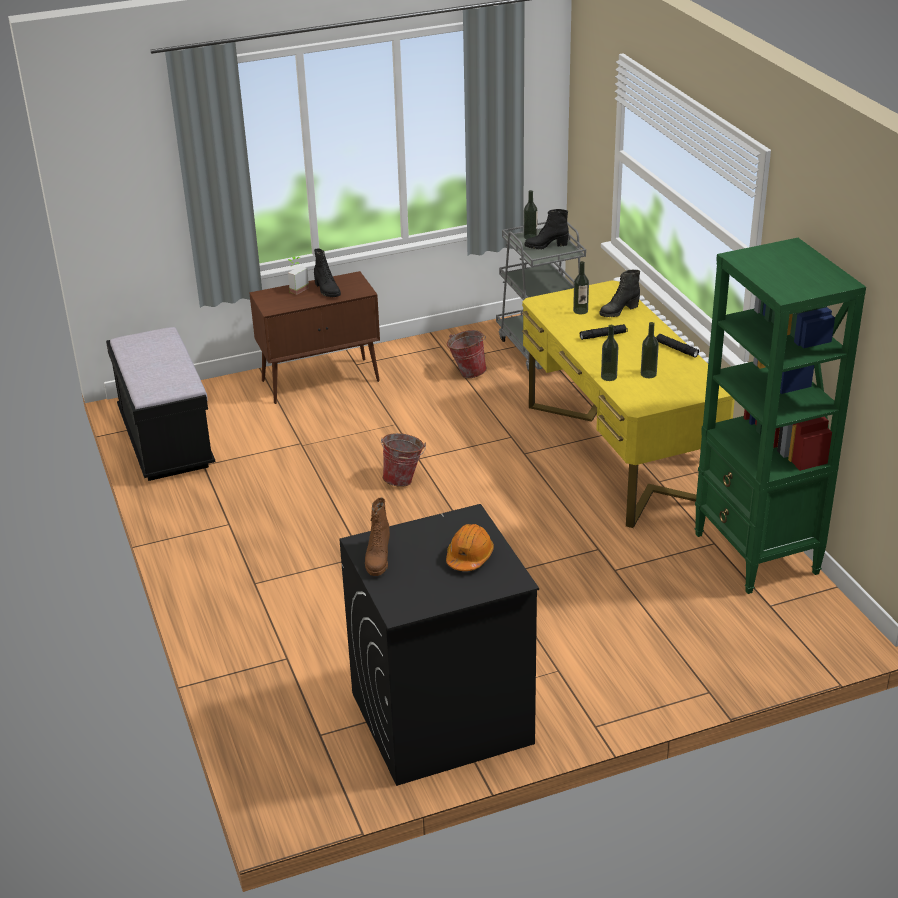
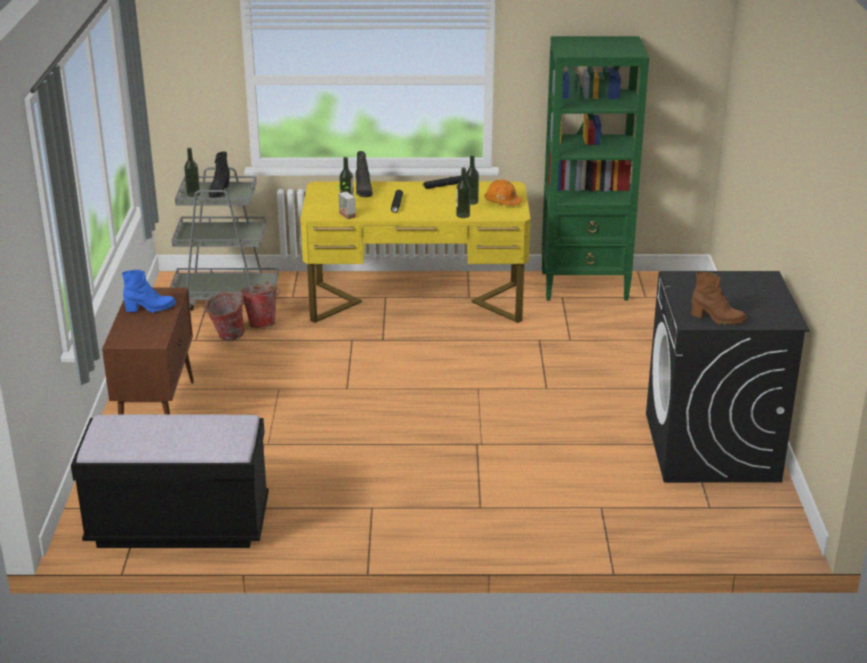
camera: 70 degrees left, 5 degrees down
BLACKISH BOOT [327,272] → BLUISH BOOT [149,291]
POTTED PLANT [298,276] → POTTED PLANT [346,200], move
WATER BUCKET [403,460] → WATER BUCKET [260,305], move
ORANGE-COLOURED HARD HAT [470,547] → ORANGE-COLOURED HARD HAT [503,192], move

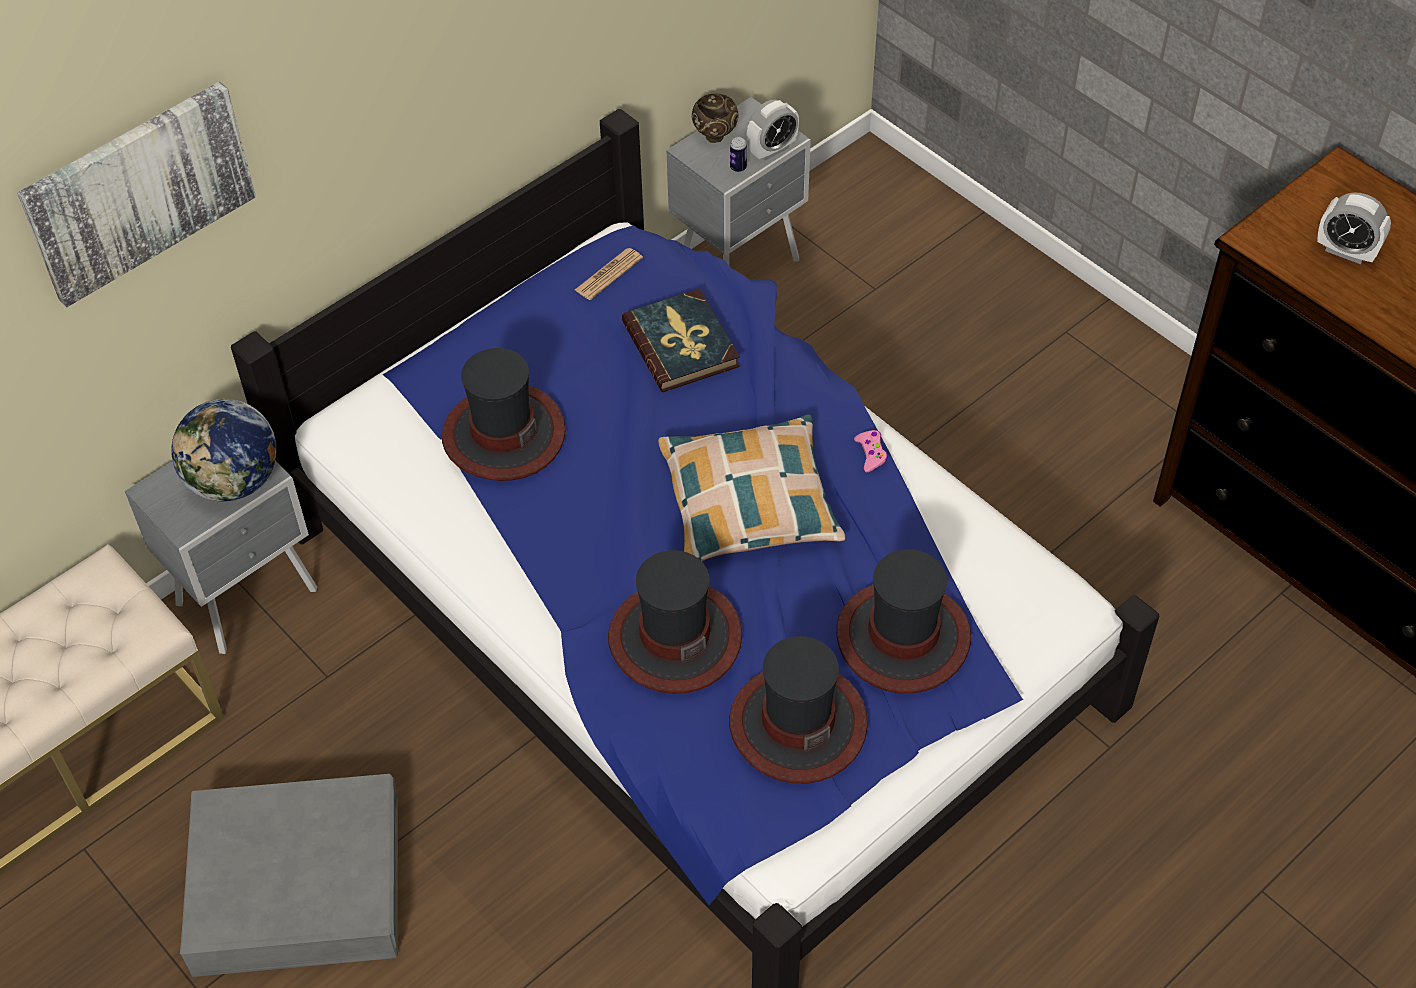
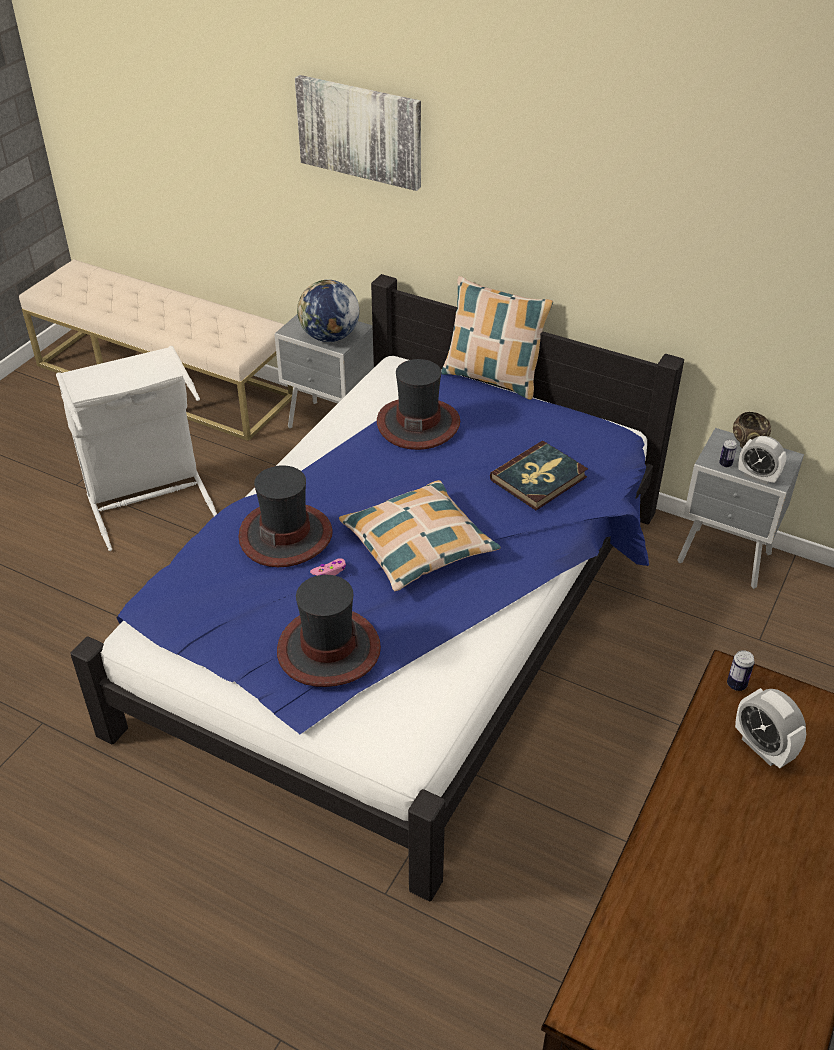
camera: 70 degrees right, 10 degrees down
BEDSIDE CLOCK [1354,228] → BEDSIDE CLOCK [770,728], 45 degrees counterclockwise
NEWSPAPER [609,274] → -
PINKISH GAME CONTROLLER [871,451] → PINKISH GAME CONTROLLER [328,567], move
HAT [798,710] → -
GREY STORAGE BIN [289,875] → WHITE-COLOURED LAUNDRY BASKET [136,448]
- → CUSHION [497,338]
- → SEALED CAN [741,670]

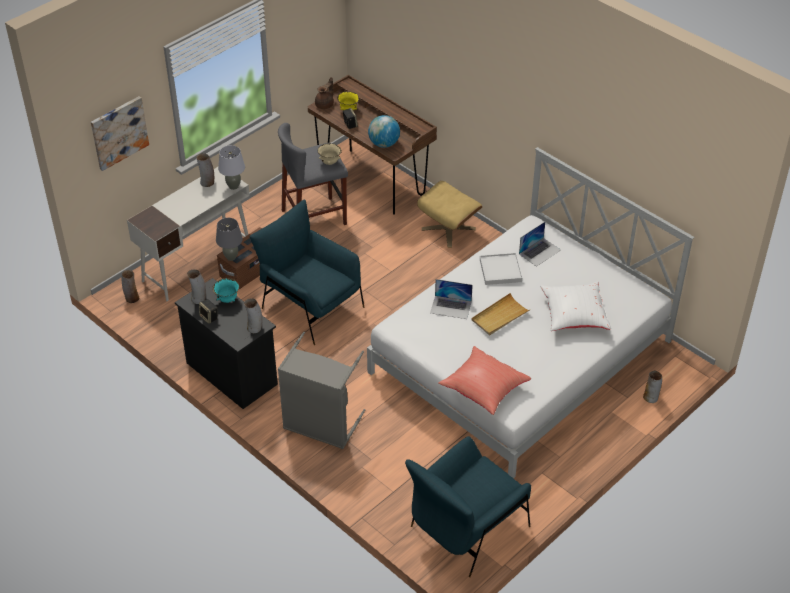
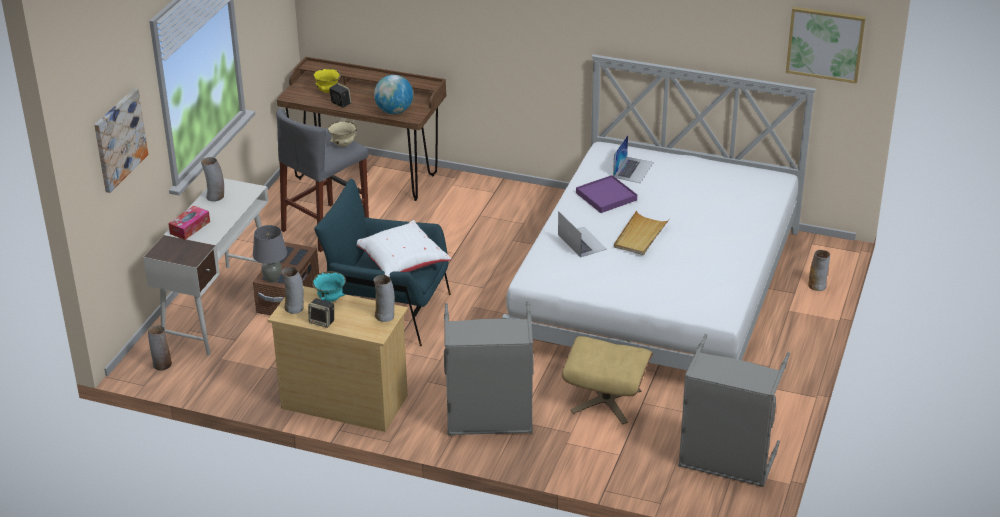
camera: 25 degrees left, 10 degrees down
BROWN-COLOURED POT FOR TEA [324,93] → -
GREY LAMP FOR A TABLE [231,167] → -
BEIGE POUFFE [449,214] → BEIGE POUFFE [607,380], move
WHITE-COLOURED SERVING TRAY [501,269] → PURPLE-COLOURED SERVING TRAY [606,194]
BLACKISH DRAWER CHEST [226,343] → BEIGE DRAWER CHEST [338,359]
LAPTOP [451,299] → LAPTOP [582,234], 105 degrees counterclockwise
WHITE-COLOURED CUSHION [575,306] → WHITE-COLOURED CUSHION [404,249], move
REDDISH CUSHION [484,380] → -
BLUISH ARMCHAIR [468,506] → GREY LAUNDRY BASKET [734,410]
- → WALL ART [826,45]
- → BOX OF TISSUES [189,223]

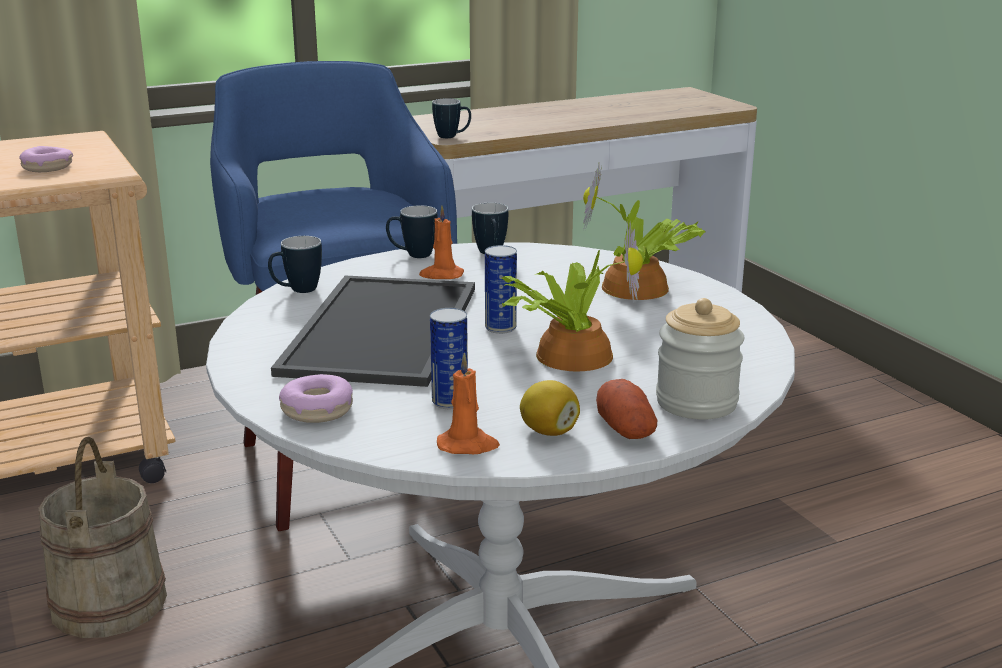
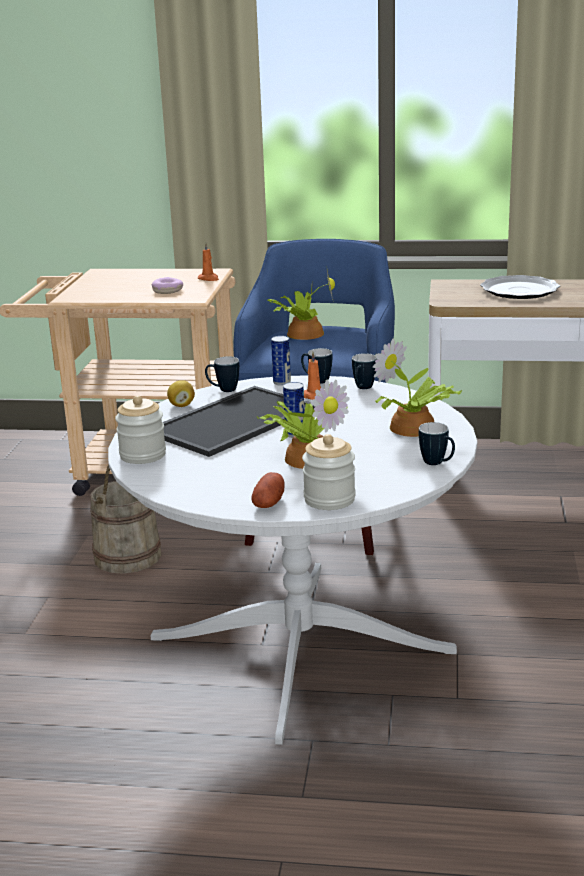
camera: 35 degrees right, 0 degrees up
COFFEE MUG [451,118] → COFFEE MUG [437,443], move
SEALED CAN [449,358] → SEALED CAN [281,361], move
ORANGE-COLOURED WAX CANDLE [468,403] → ORANGE-COLOURED WAX CANDLE [208,261], move
RING DOUGHNUT [316,398] → PRESERVE JAR [140,429]
WHOLE LEMON [550,408] → WHOLE LEMON [181,393], move
- → POTTED PLANT [301,303]
- → FLAT DISH [520,287]

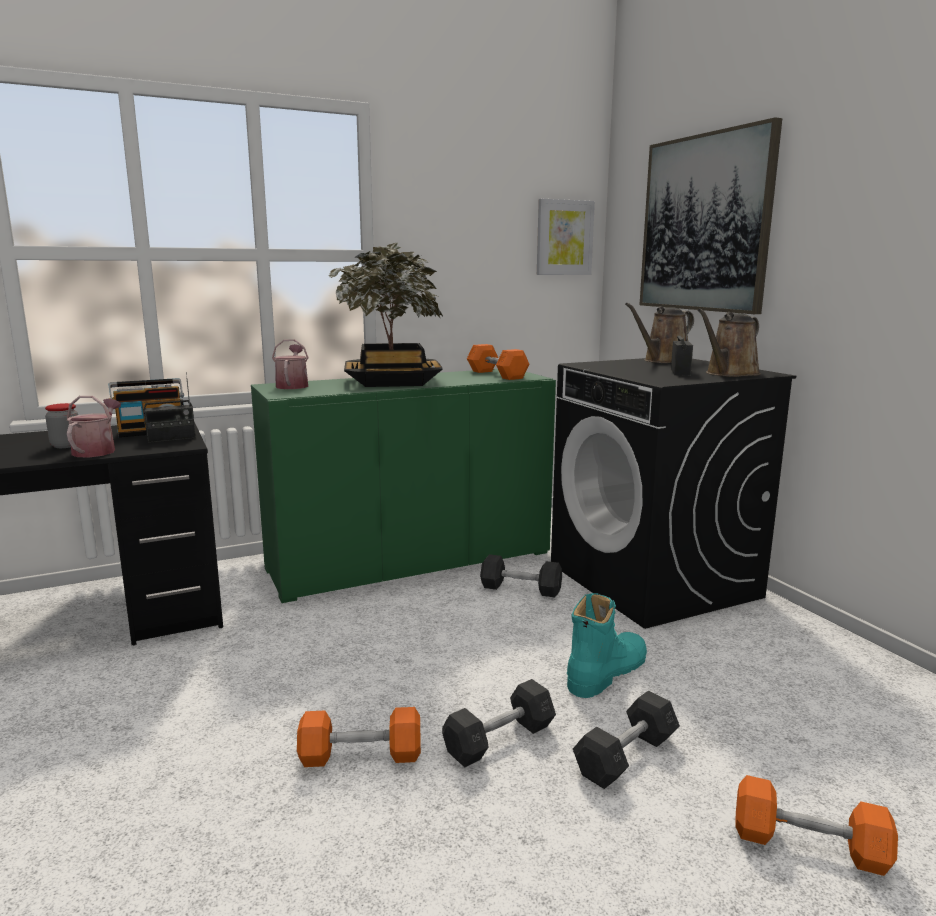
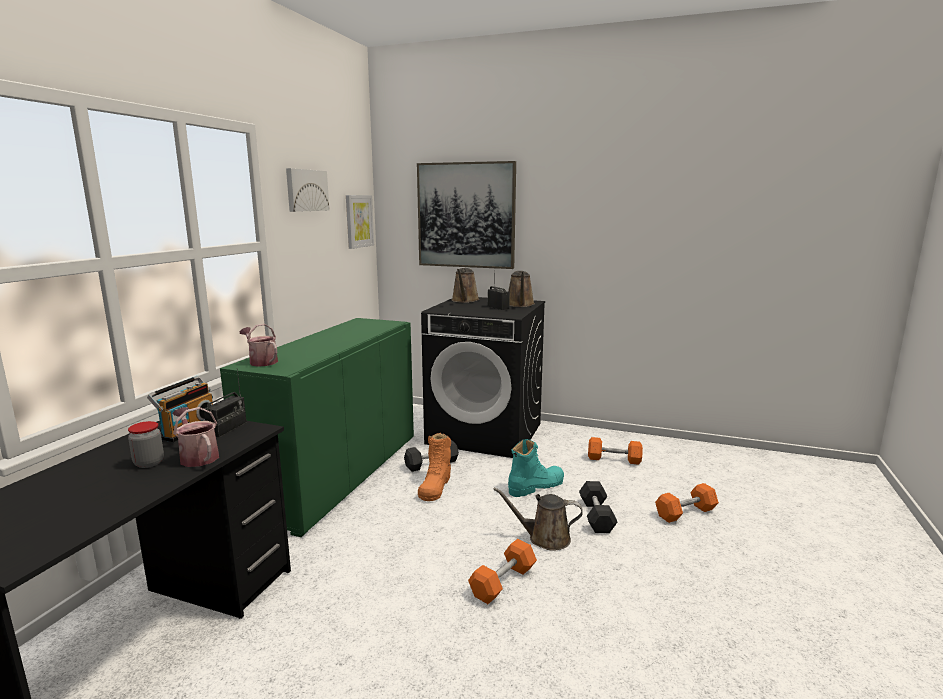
camera: 45 degrees left, 0 degrees up
POTTED PLANT [386,315] → -
ORANGE-COLOURED FREE WEIGHT [498,362] → ORANGE-COLOURED FREE WEIGHT [615,451], move
BLUE-GREEN BOOT [607,645] → BLUE-GREEN BOOT [536,468], 60 degrees clockwise
GREY FREE WEIGHT [499,723] → BROWN-COLOURED SPRINKLING CAN [538,519]
- → WALL ART [307,190]
- → ORANGE-COLOURED BOOT [434,467]

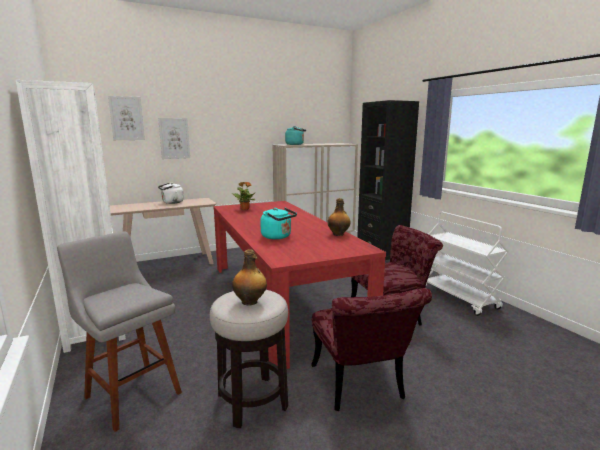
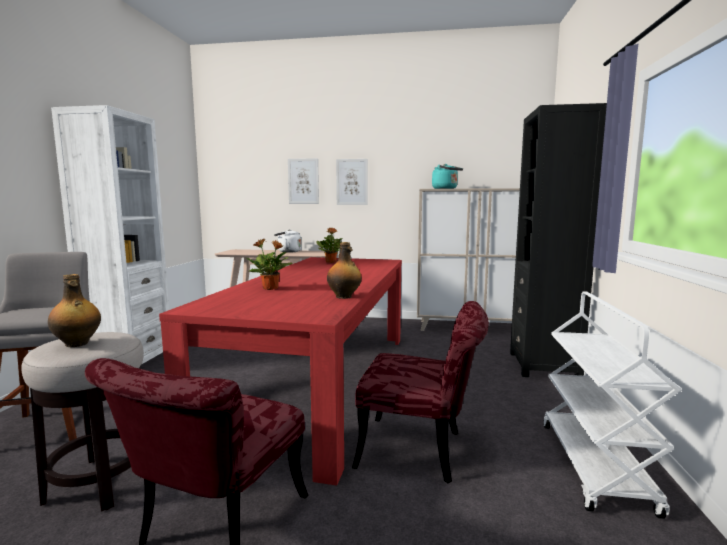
camera: 35 degrees right, 5 degrees down
WALL ART [126,118] → WALL ART [352,182], move
BLUE-GREEN KETTLE [278,223] → POTTED PLANT [269,264]

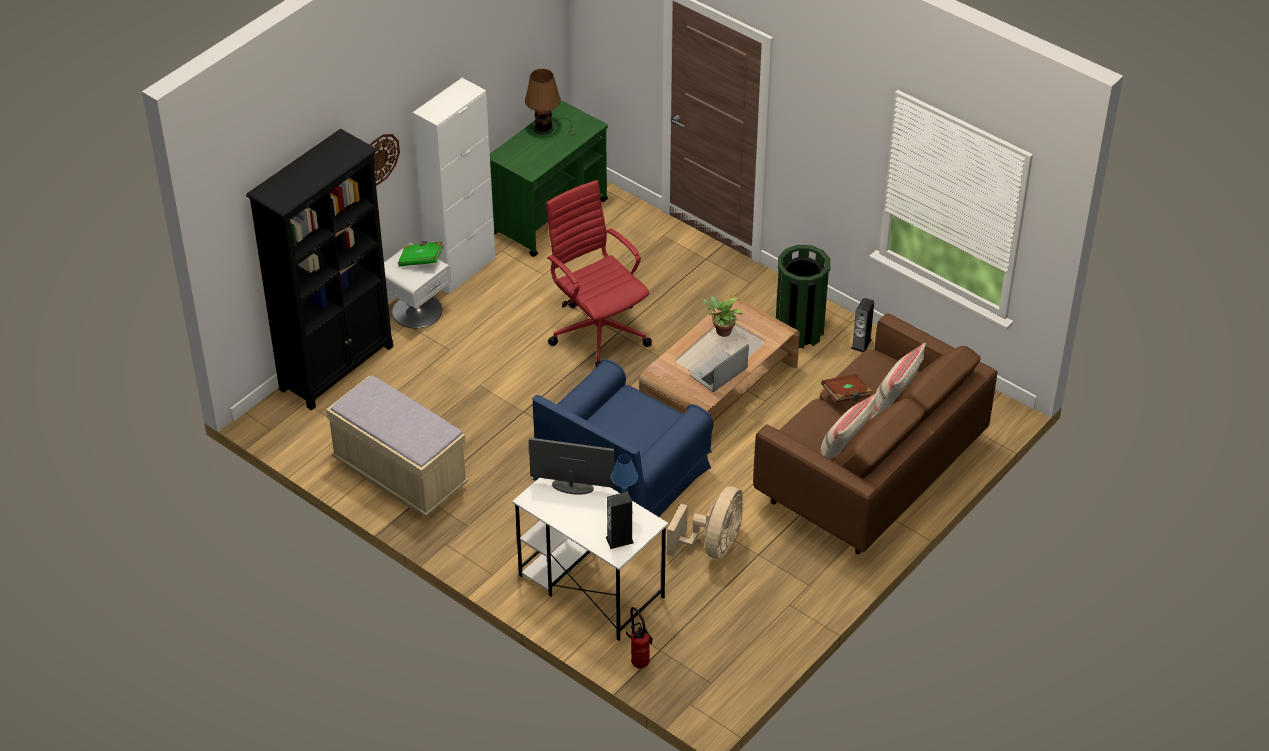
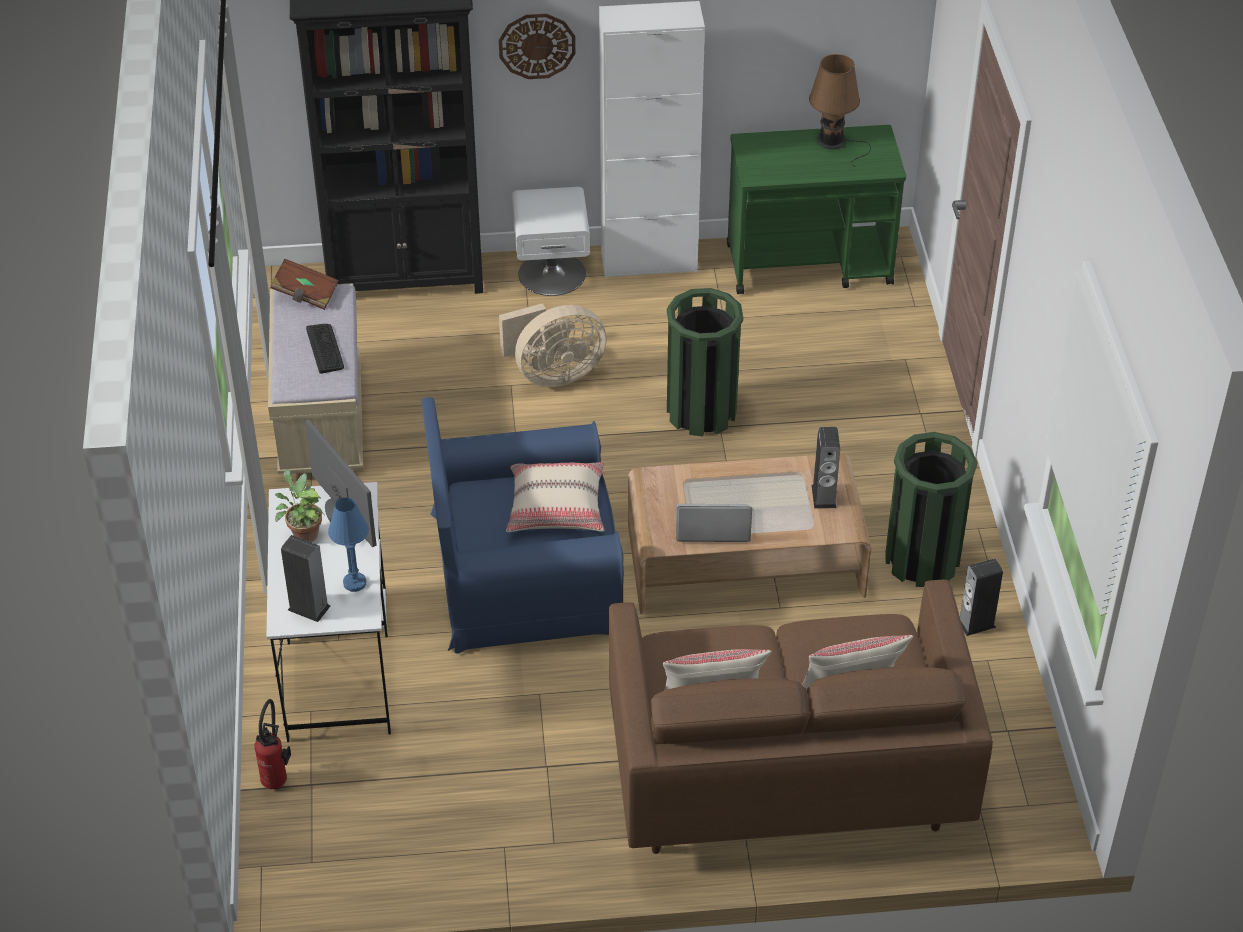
camera: 45 degrees right, 0 degrees up
REDDISH OFFICE CHAIR [599,274] → GREEN-COLOURED TRASH CAN [705,362]
GREEN-COLOURED VOLUME [421,253] → -
POTTED PLANT [722,316] → POTTED PLANT [300,505], move
BROWN-COLOURED VOLUME [847,388] → BROWN-COLOURED VOLUME [305,284], move
BEIGE ELECTRIC FAN [705,522] → BEIGE ELECTRIC FAN [553,345], move
- → PC KEYBOARD [325,349]
- → LOUDSPEAKER [826,468]
- → BEIGE CUSHION [555,497]

